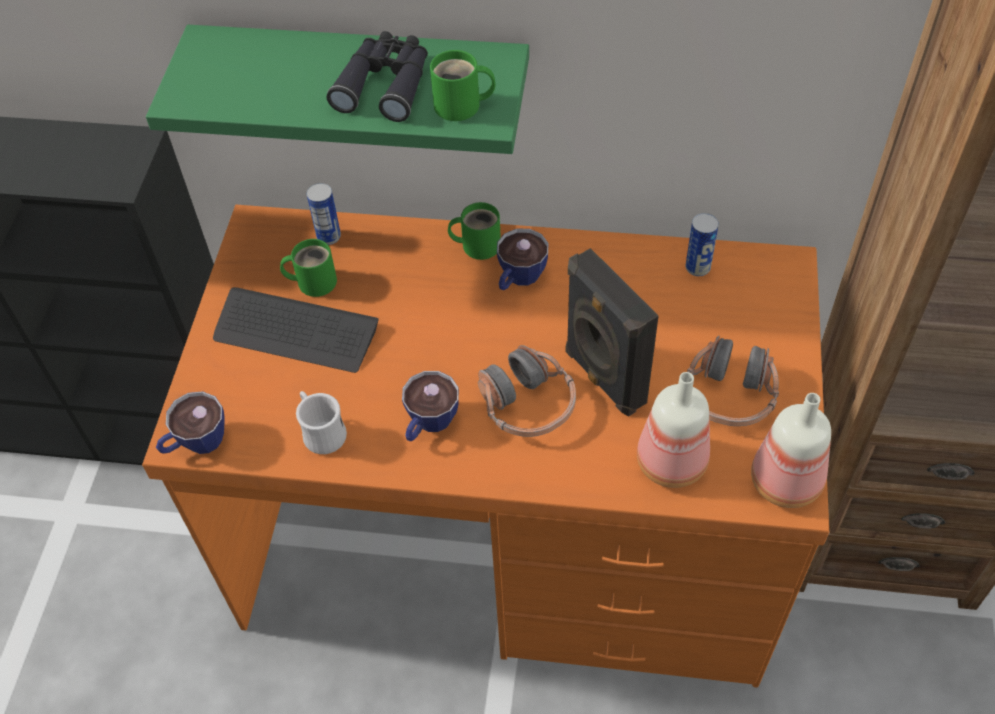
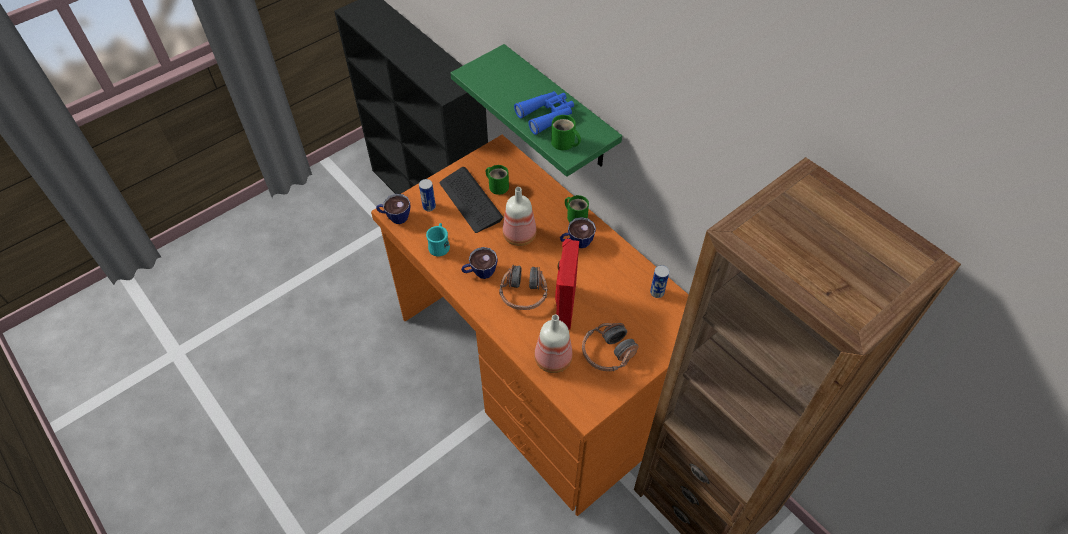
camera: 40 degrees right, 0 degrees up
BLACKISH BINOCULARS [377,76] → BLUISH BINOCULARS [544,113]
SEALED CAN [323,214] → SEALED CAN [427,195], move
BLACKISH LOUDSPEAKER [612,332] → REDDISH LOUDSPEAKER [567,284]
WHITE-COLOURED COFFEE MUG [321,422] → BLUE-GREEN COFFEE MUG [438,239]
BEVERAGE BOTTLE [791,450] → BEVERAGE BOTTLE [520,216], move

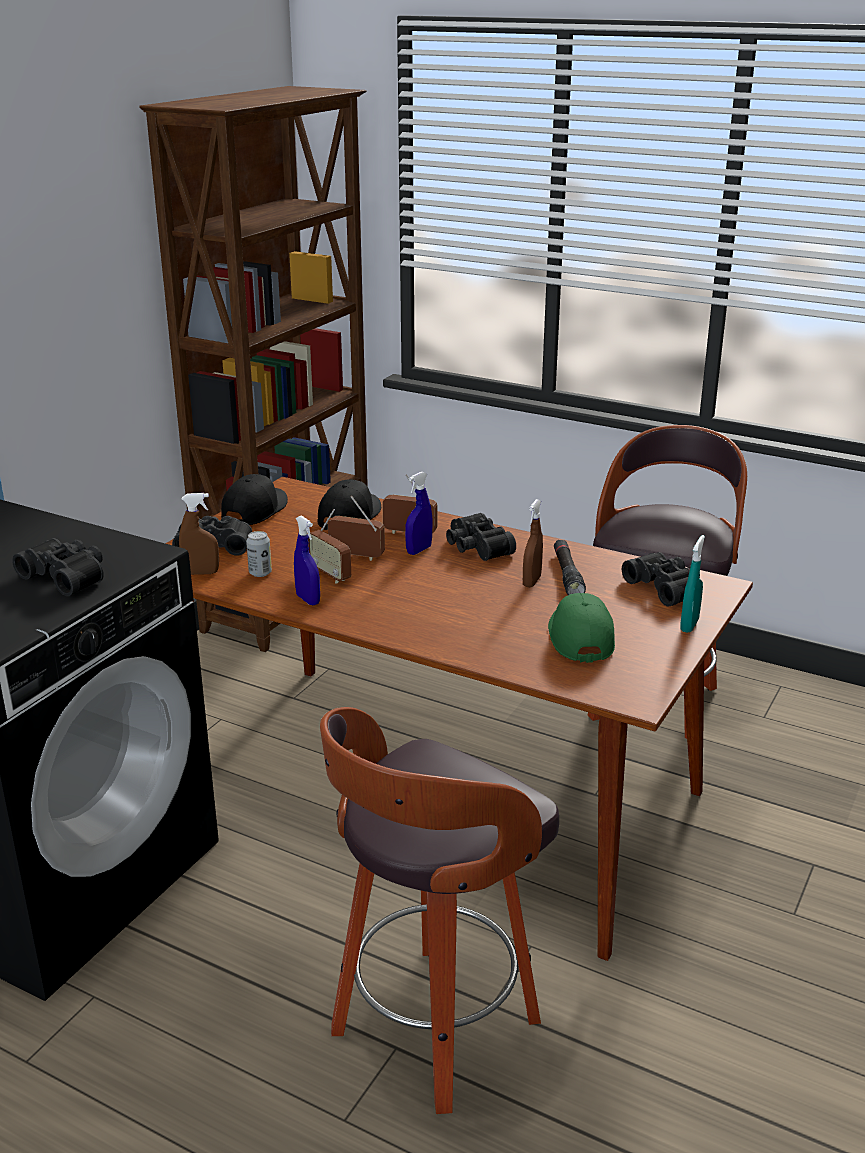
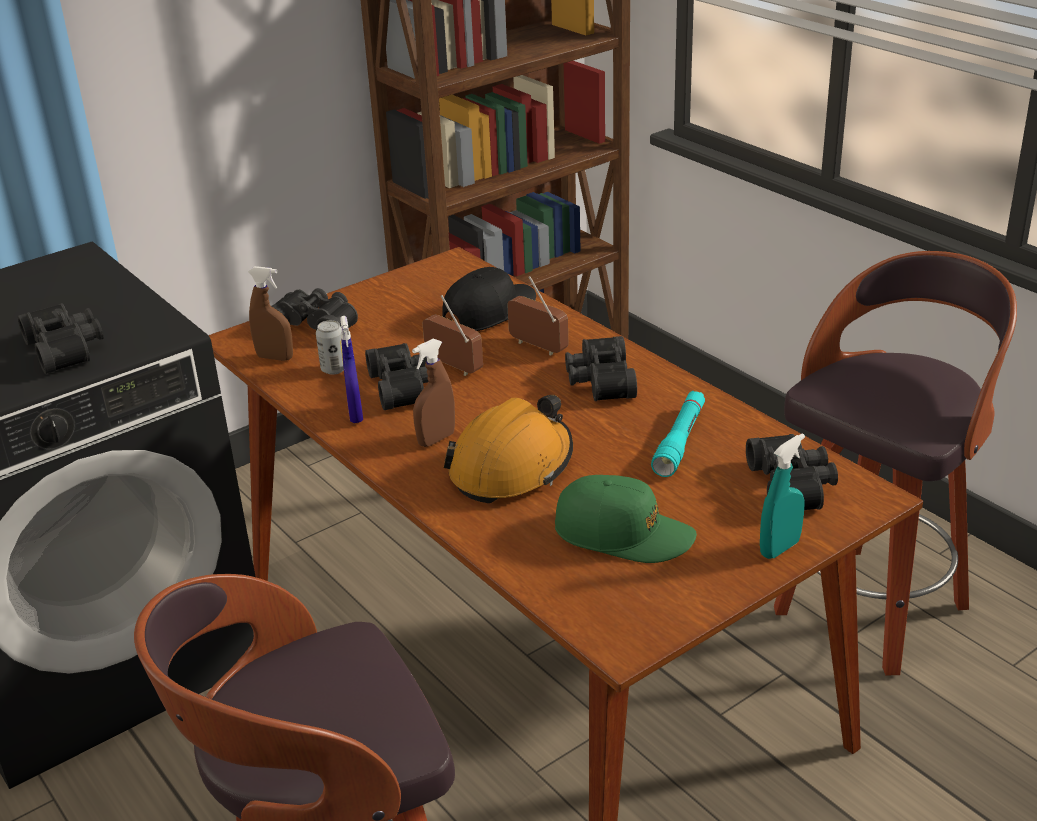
camera: 25 degrees right, 5 degrees up
BLUISH SPRAYER [418,513] → -
BLACKISH CAP [254,499] → -
BROWN-COLOURED SPRAYER [533,543] → BROWN-COLOURED SPRAYER [433,393], move
RADIO [329,546] → BLACKISH BINOCULARS [396,376]
BLACKISH HAND TORCH [570,567] → BLUE-GREEN HAND TORCH [678,434]
GREEN-COLOURED CAP [581,628] → GREEN-COLOURED CAP [626,519], 90 degrees clockwise
- → ORANGE-COLOURED HARD HAT [508,449]

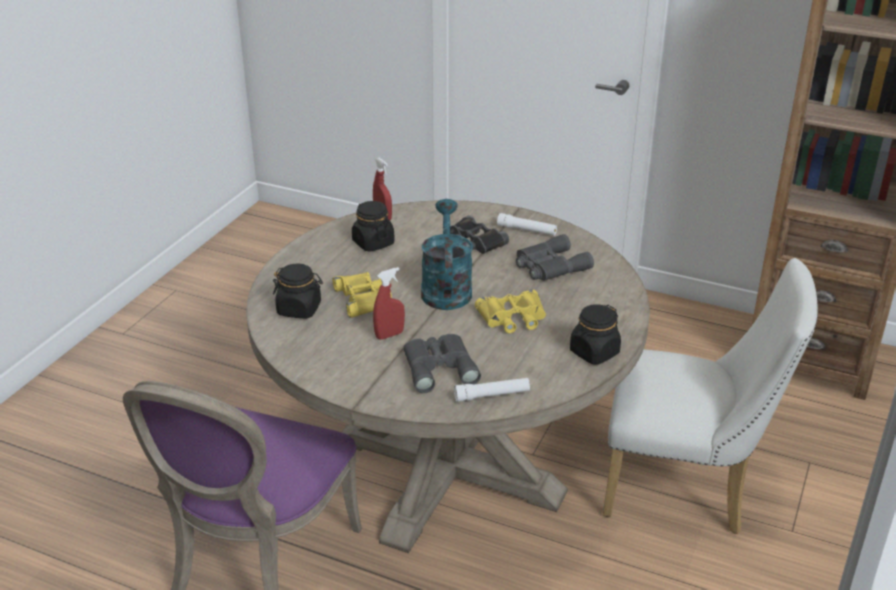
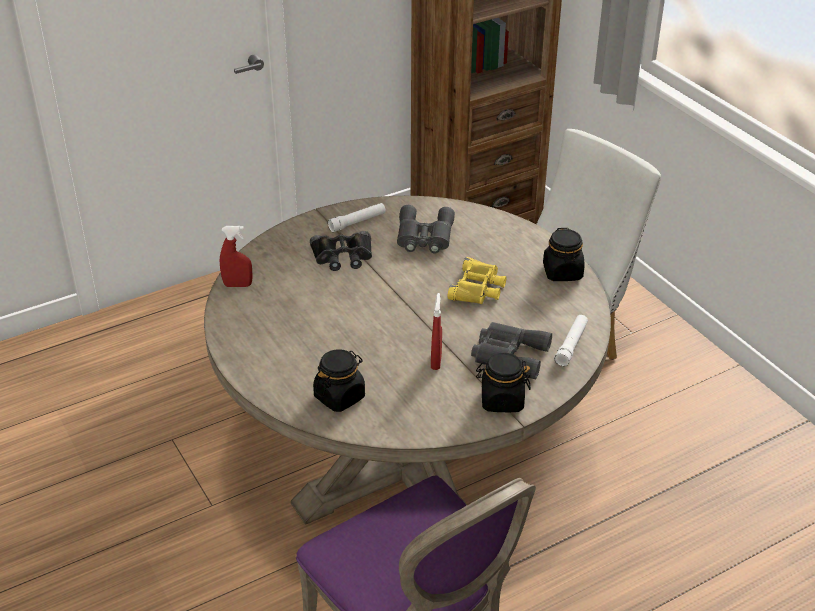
camera: 55 degrees left, 5 degrees up
BLUE-GREEN SPRINKLING CAN [447,254] → -
BLACKISH PRESERVE JAR [373,226] → BLACKISH PRESERVE JAR [503,382], move
YELLOW BINOCULARS [362,295] → -

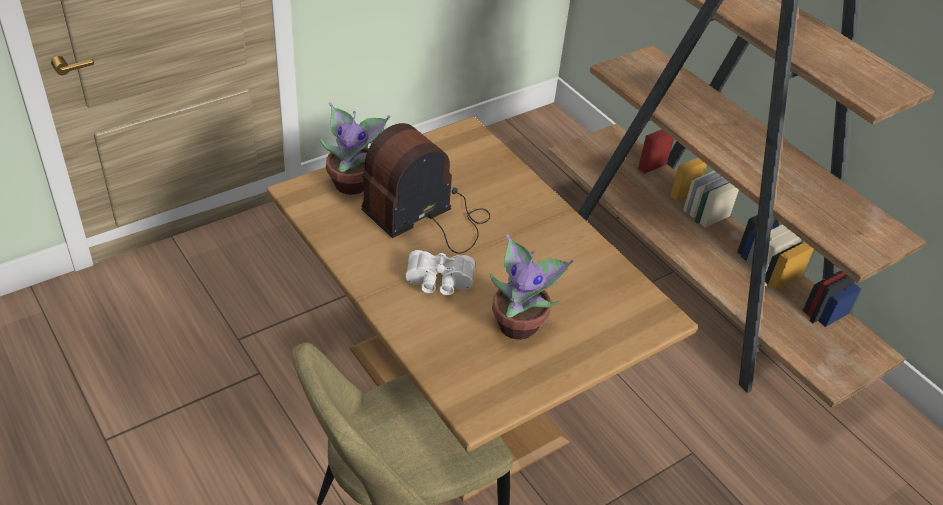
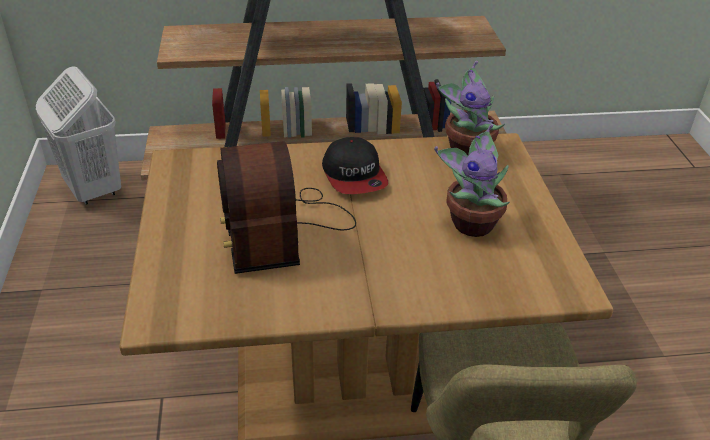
camera: 60 degrees left, 5 degrees down
POTTED PLANT [355,148] → POTTED PLANT [470,108], move
WHITE-COLOURED BINOCULARS [440,272] → -
- → WHITE-COLOURED LAUNDRY BASKET [78,135]
- → CAP [355,165]

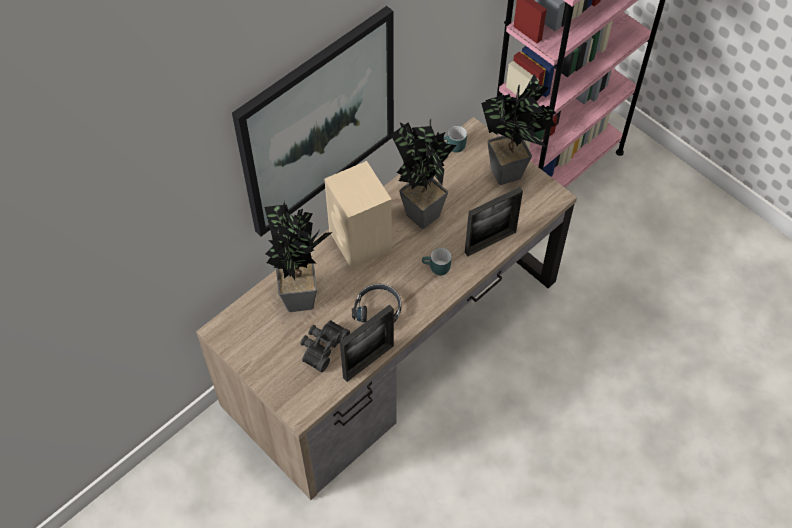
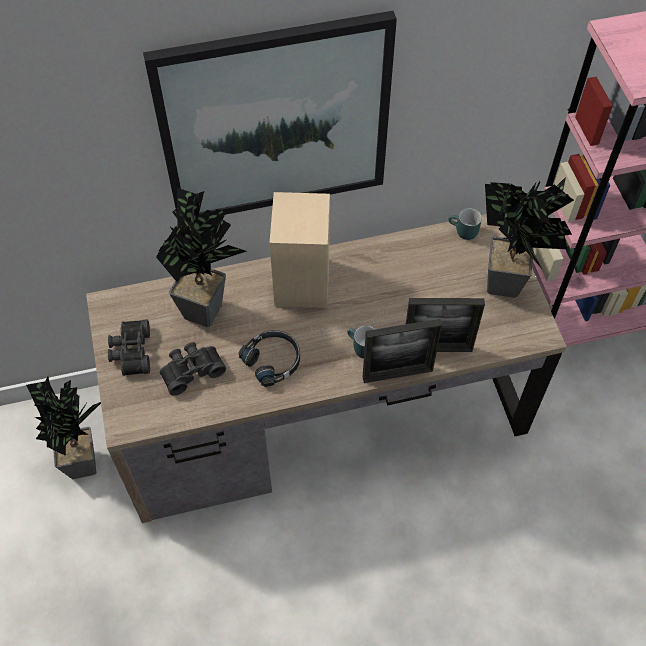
camera: 30 degrees right, 0 degrees up
POTTED PLANT [423,174] → POTTED PLANT [63,428], move
STANDING FRAME [367,343] → STANDING FRAME [402,351], move
- → BLACKISH BINOCULARS [129,347]

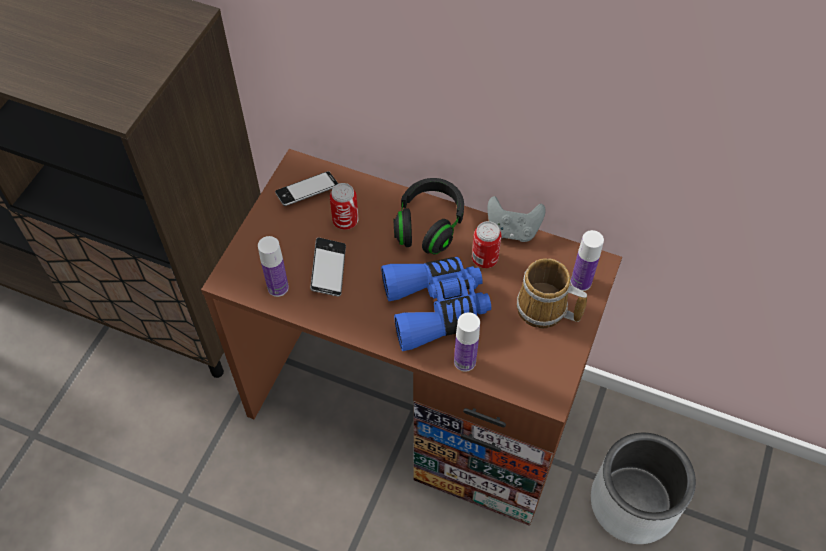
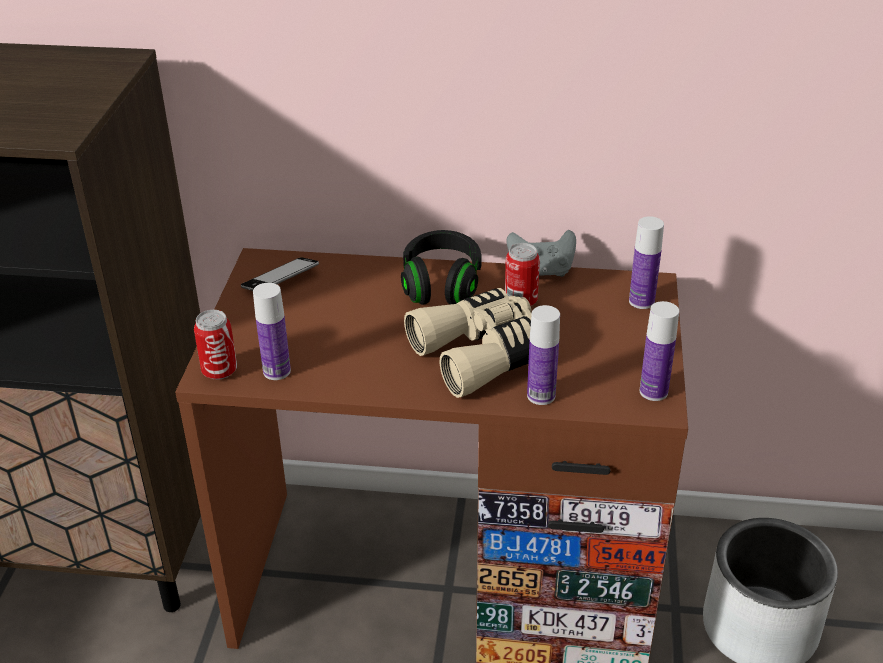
camera: 15 degrees left, 20 degrees down
SEALED CAN [344,206] → SEALED CAN [215,345], move
TELEPHONE [328,267] → -
BLUISH BINOCULARS [436,304] → BEIGE BINOCULARS [468,343]
COFFEE MUG [552,293] → -
- → BEVERAGE BOTTLE [659,351]

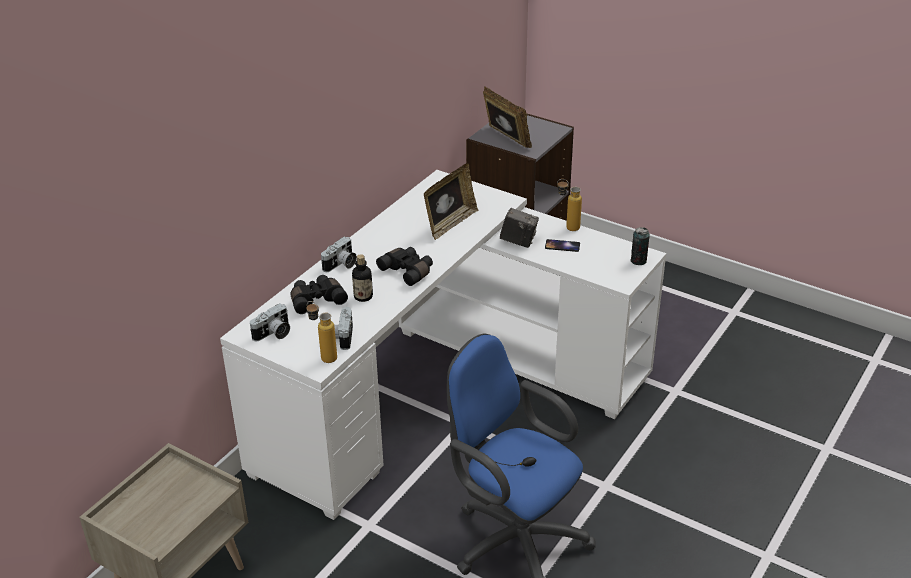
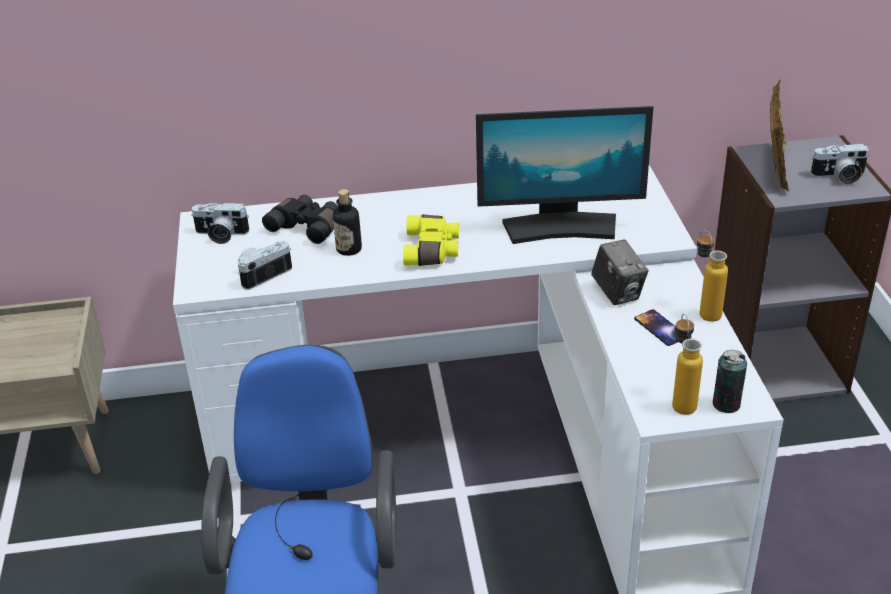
camera: 50 degrees right, 0 degrees up
STANDING FRAME [451,201] → MONITOR [564,175]
PHOTO CAMERA [339,254] → PHOTO CAMERA [839,164], move
BLACKISH BINOCULARS [404,266] → YELLOW BINOCULARS [431,240]
BEVERAGE BOTTLE [321,332] → BEVERAGE BOTTLE [687,364], move

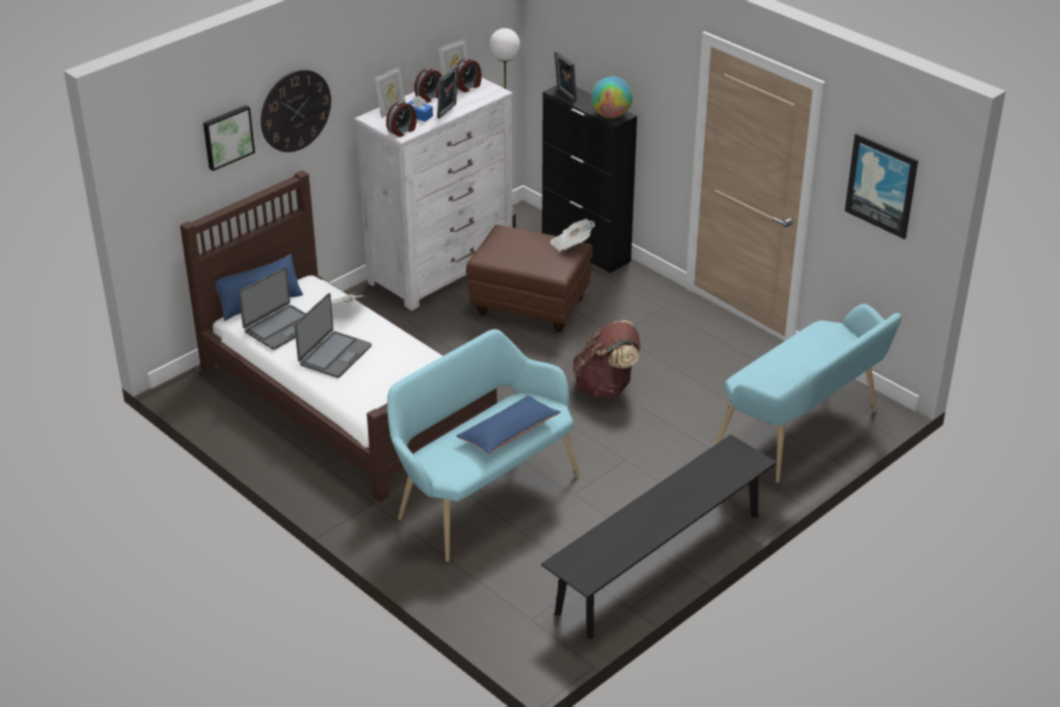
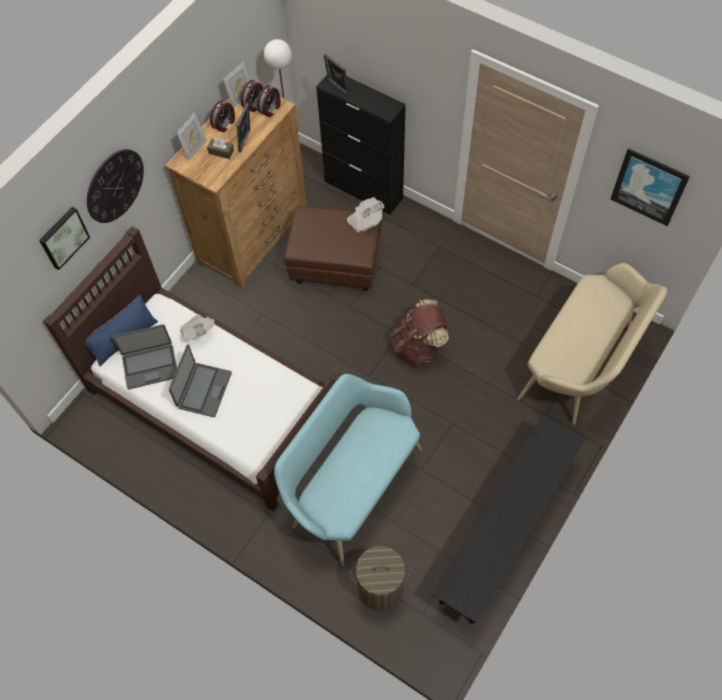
camera: 10 degrees left, 25 degrees up
WHITE-COLOURED DRAWER CHEST [433,194] → BROWN-COLOURED DRAWER CHEST [236,193]
DESK GLOBE [612,97] → -
BLUISH BOX OF TISSUES [420,109] → BROWN-COLOURED BOX OF TISSUES [220,148]
BEDSIDE CLOCK [401,119] → BEDSIDE CLOCK [269,101], move
LAPTOP [272,308] → LAPTOP [144,356], 45 degrees clockwise
BLUE-GREEN INDOOR BENCH [808,393] → BEIGE INDOOR BENCH [592,344]
BLUISH CUSHION [508,425] → -
- → LAUNDRY BASKET [380,578]

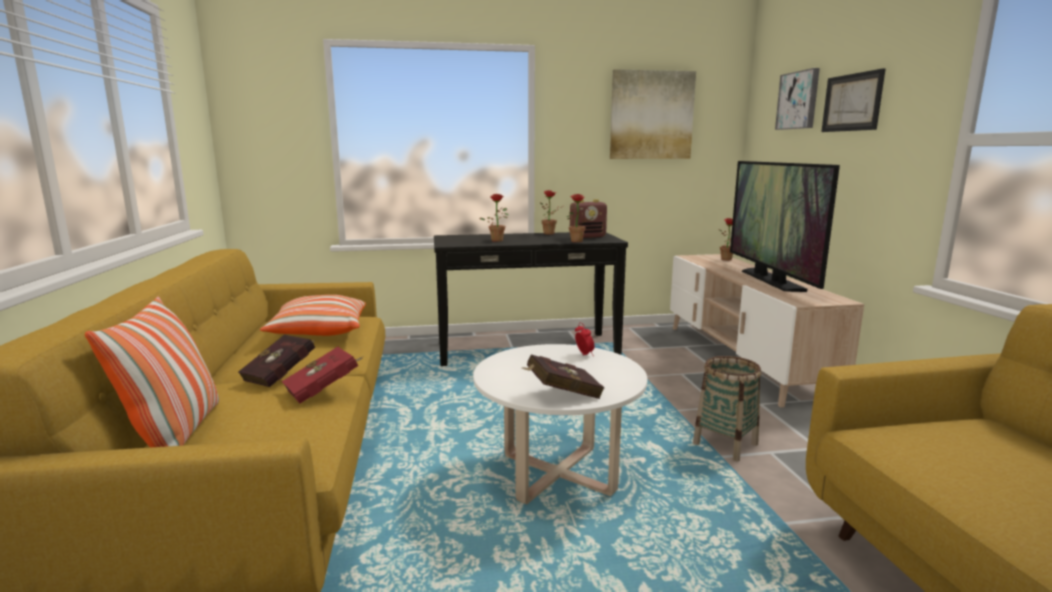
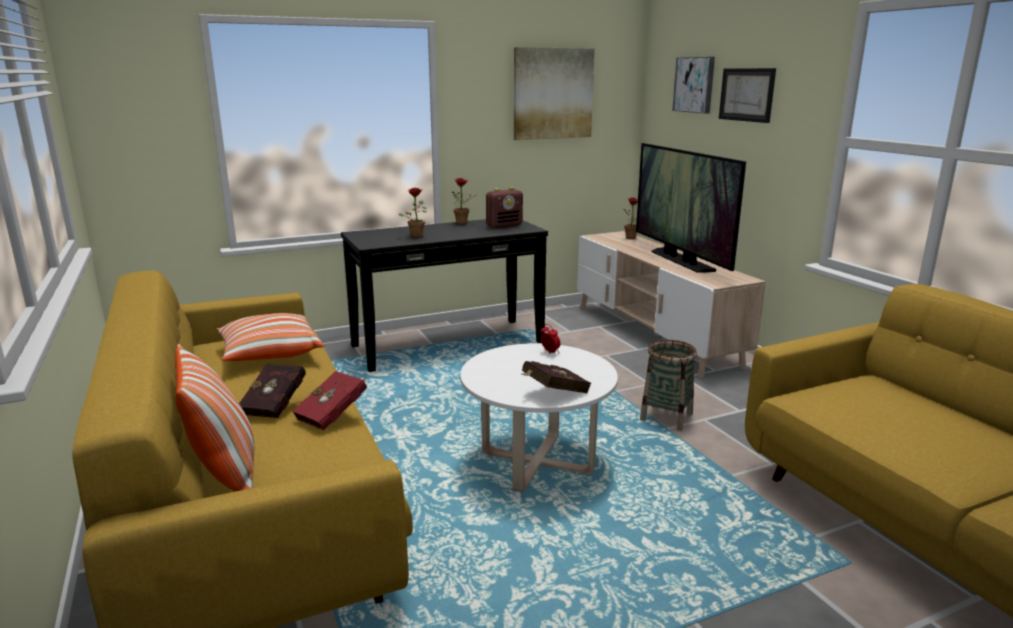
camera: 15 degrees left, 5 degrees up
POTTED PLANT [580,218] → -

